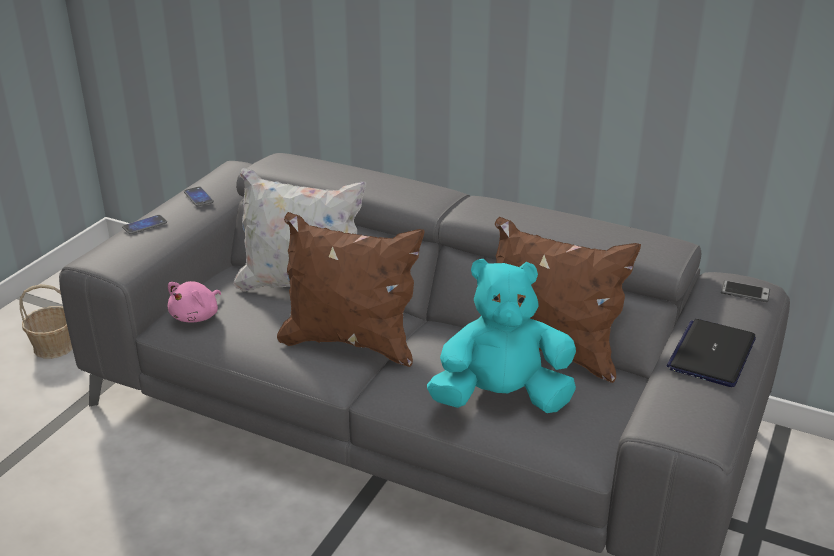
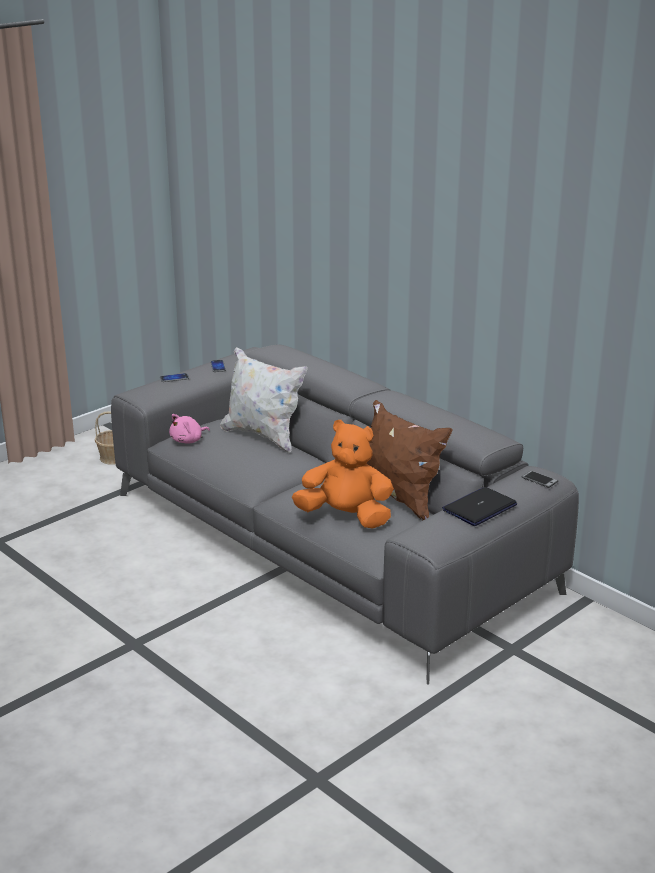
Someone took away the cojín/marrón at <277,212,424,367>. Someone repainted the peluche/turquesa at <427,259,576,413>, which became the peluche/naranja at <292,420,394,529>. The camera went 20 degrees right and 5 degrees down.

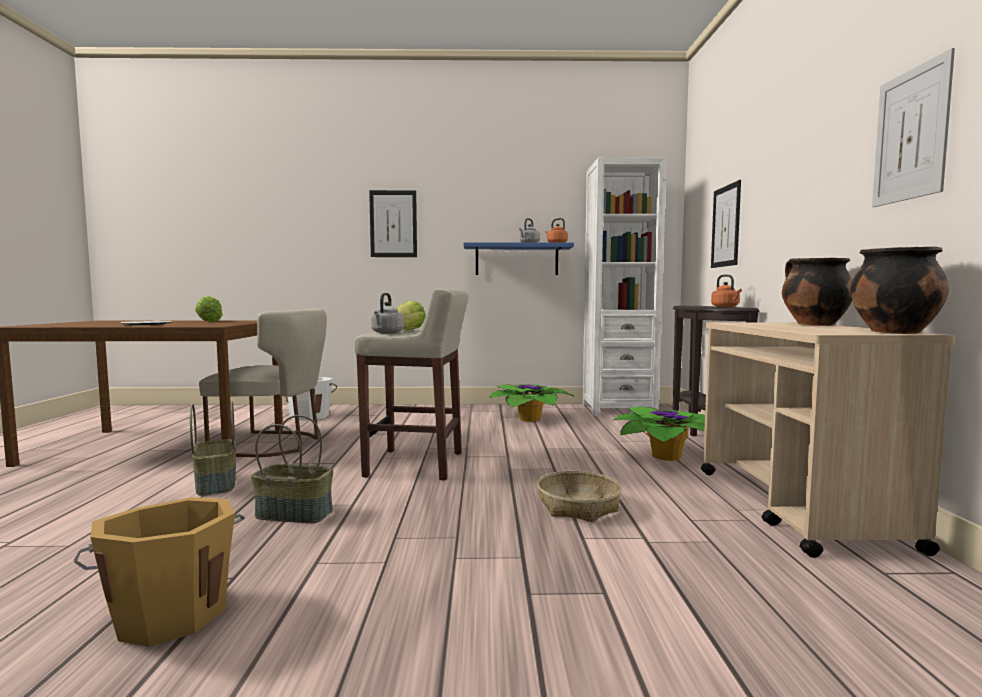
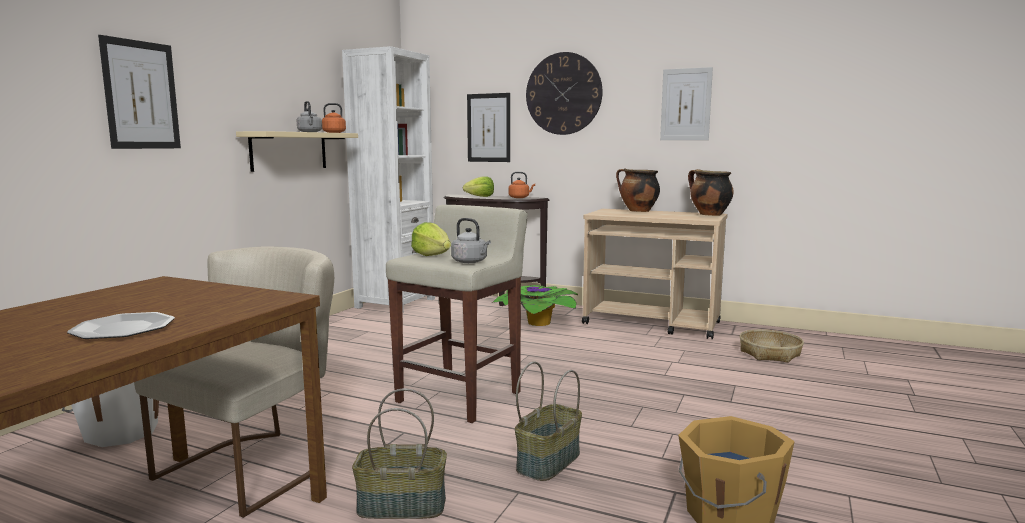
Someone carried the lechuga from <195,296,223,322> to <463,176,494,197>. Someone repainted the estante/azul at <464,242,574,275>, which became the estante/beis at <236,131,358,172>. Someone took away the planta en maceta at <490,384,575,422>. Someone carried the cesta from <537,471,622,522> to <740,329,804,363>. Someone put up the reloj de pared at <526,52,603,135>. The camera went 65 degrees left and 5 degrees up.

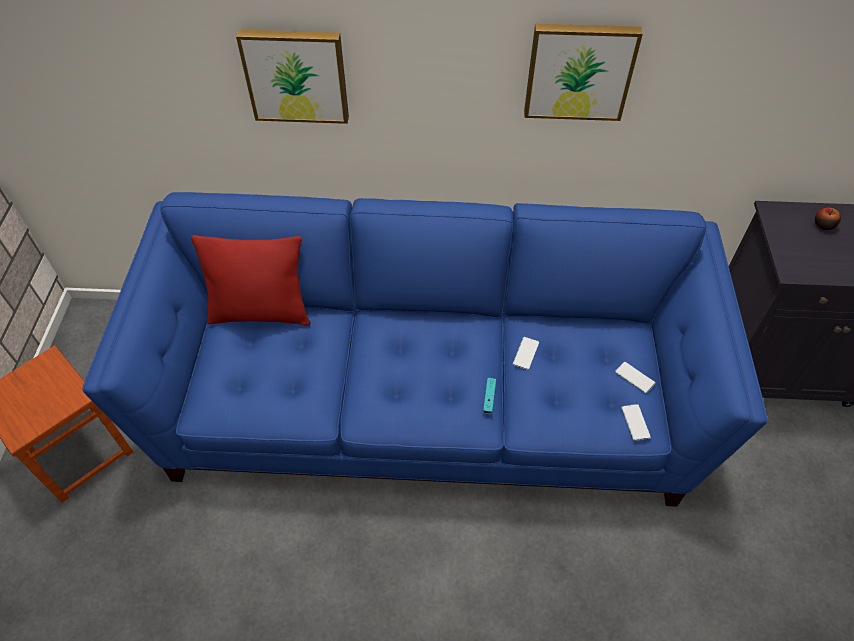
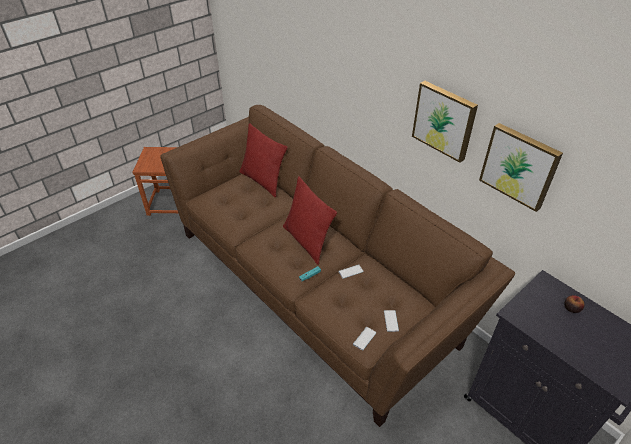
Someone repainted the sofá/azul at <82,192,768,507>, which became the sofá/marrón at <160,105,515,427>. Someone carried the cuadro from <236,30,349,124> to <479,123,563,212>. Someone put down the cojín/rojo at <283,176,337,265>. The camera went 45 degrees right and 10 degrees down.

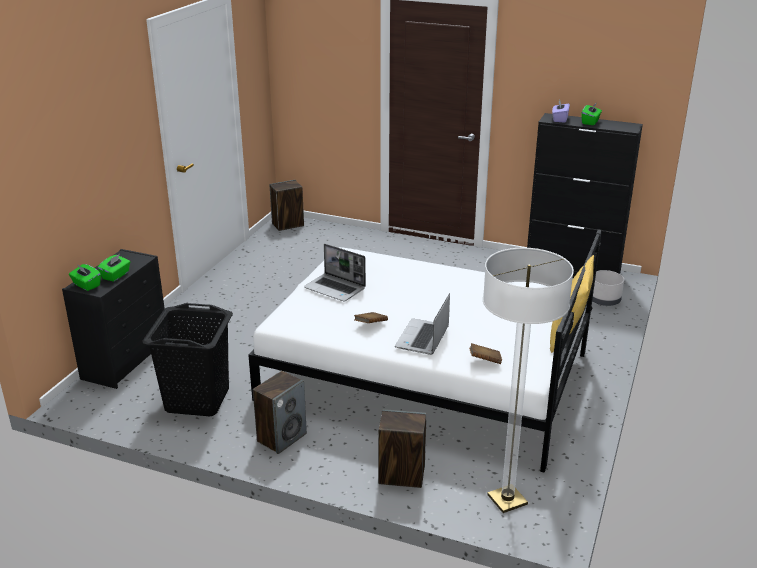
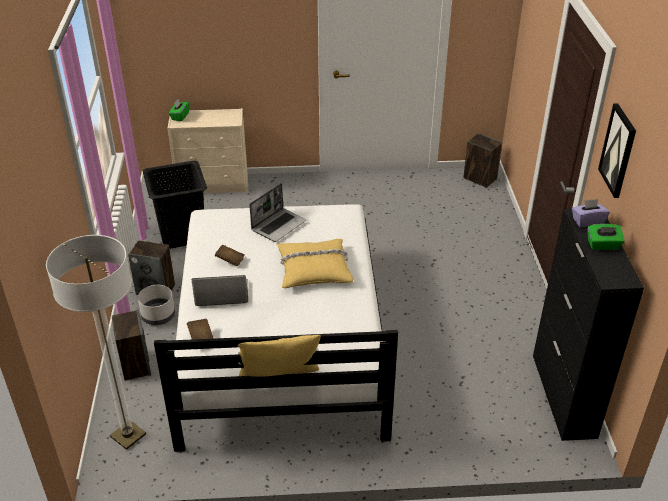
Someone repainted the cómoda/negro at <62,249,165,389>, which became the cómoda/beis at <168,108,248,194>. Someone took away the caja de pañuelos/verde at <97,254,130,282>. Someone rotated the portátil at <304,244,366,301> by 150 degrees counterclockwise. Someone carried the maceta/gris from <592,270,624,306> to <138,285,175,325>. Someone put down the cojín/amarillo at <278,239,353,288>. Someone put up the cuadro at <598,104,636,198>. The camera went 65 degrees right and 10 degrees up.

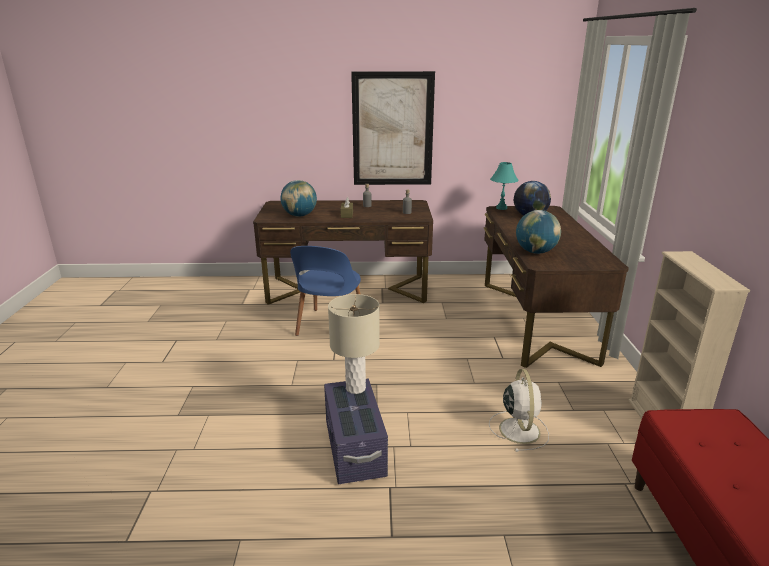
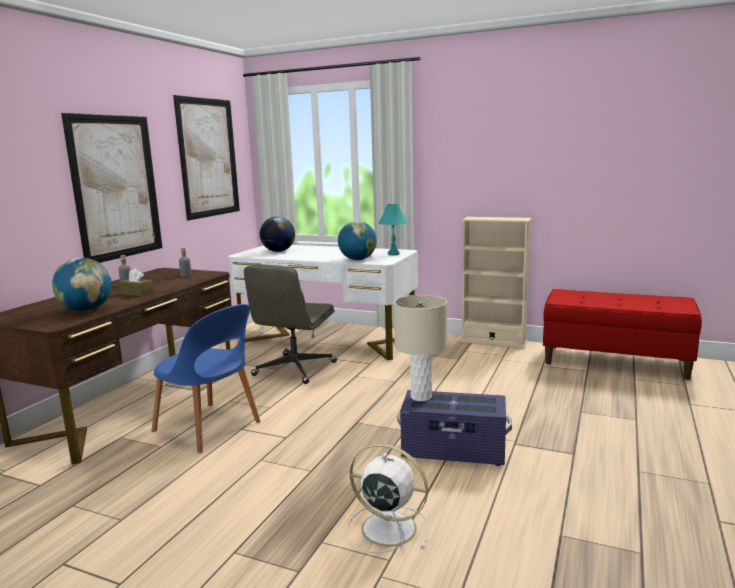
Someone repainted the escritorio/marrón at <484,206,629,368>, which became the escritorio/blanco at <228,245,418,360>. Someone carried the ventilador/blanco from <489,369,549,452> to <346,443,429,553>. Someone carried the lámpara de mesa/turquesa from <490,162,519,210> to <378,204,408,255>. Someone put up the cuadro at <173,95,240,221>. Someone put down the silla de oficina/gris at <244,264,337,384>. The camera went 65 degrees left and 10 degrees down.

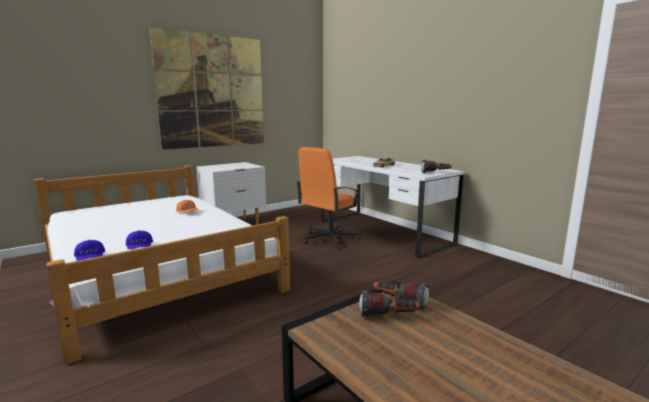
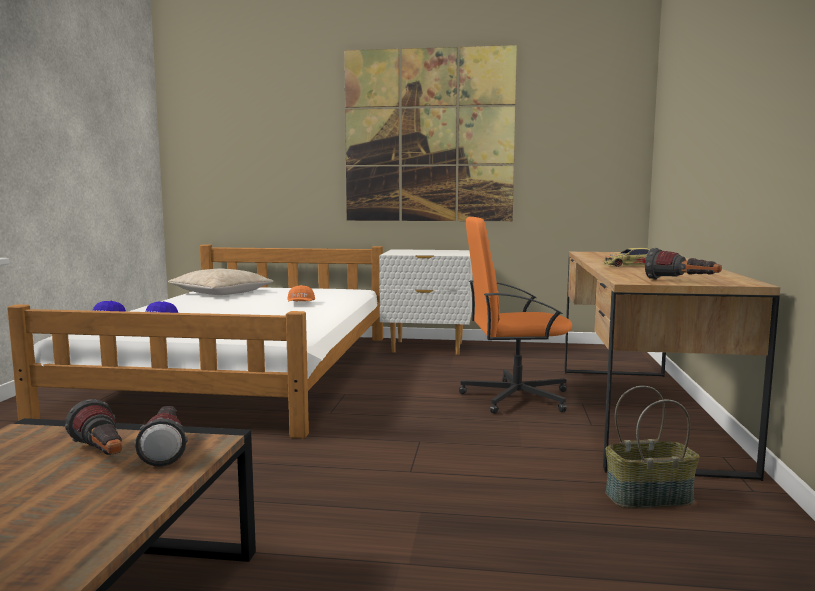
Someone repainted the escritorio/blanco at <321,156,464,259>, which became the escritorio/marrón at <564,252,780,481>. Someone put down the cojín/beis at <168,269,274,295>. Someone put down the cesta at <605,386,699,509>. The camera went 45 degrees right and 5 degrees down.

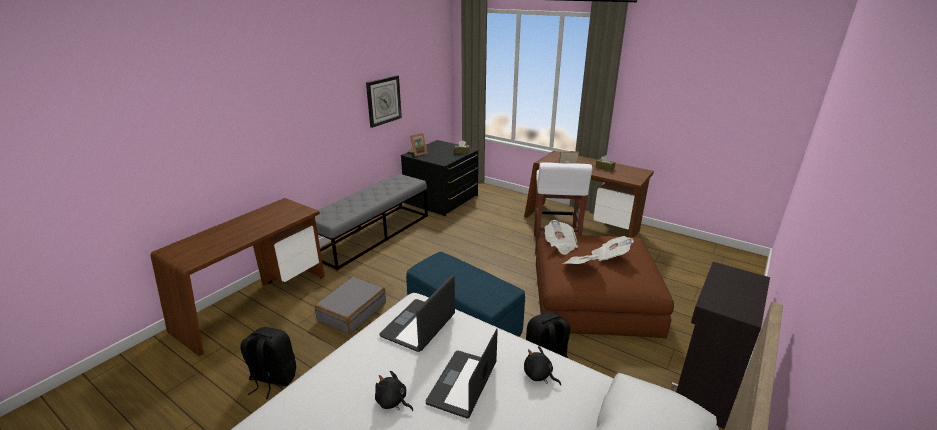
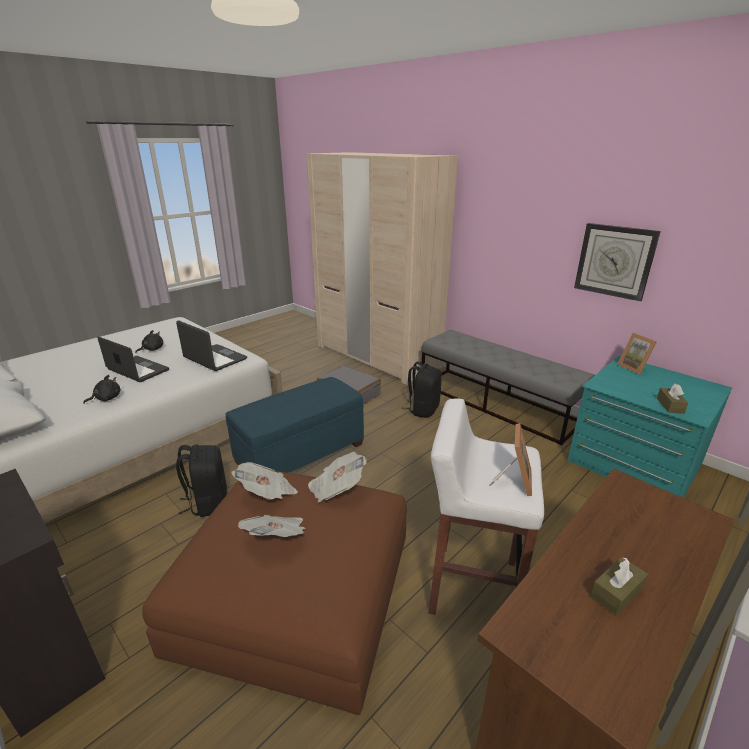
Someone swapped the escritorio/marrón at <151,198,325,357> for the armario ropero/beis at <306,152,458,385>. Someone carried the mochila/negro from <240,327,296,399> to <402,361,442,418>. Someone repainted the cómoda/negro at <400,140,480,216>, which became the cómoda/turquesa at <567,356,732,498>. The camera went 100 degrees right and 0 degrees up.

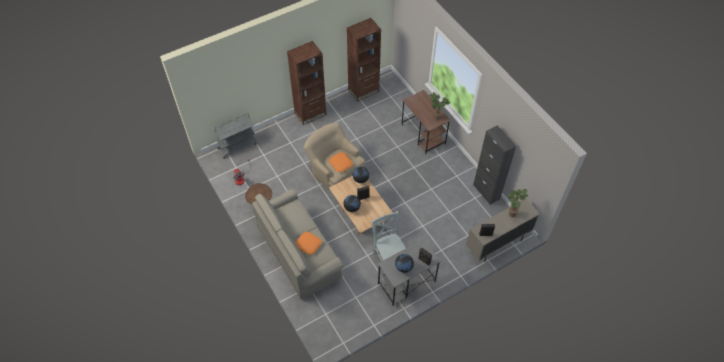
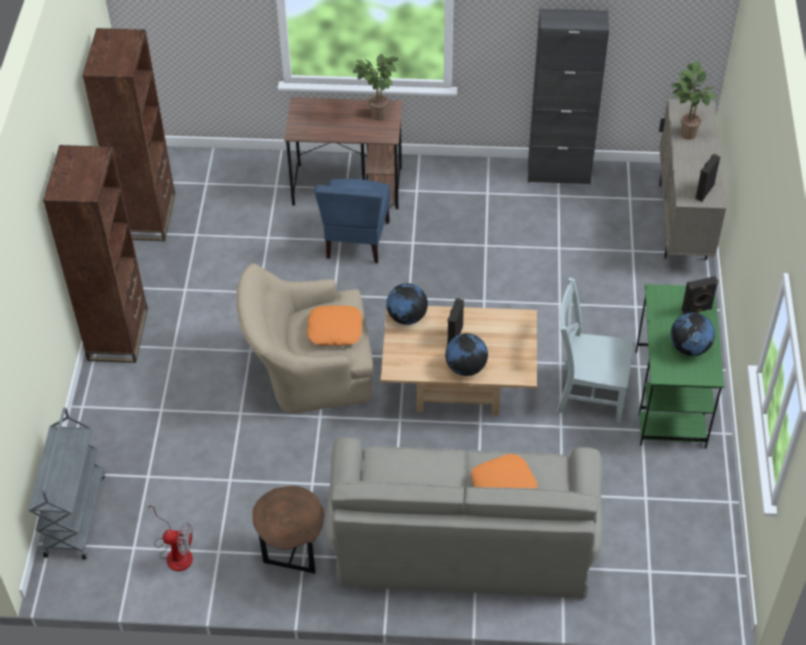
Someone repainted the escritorio/gris at <378,239,441,306>, which became the escritorio/verde at <635,284,724,448>. Someone put down the silla/azul at <315,179,390,263>. The camera went 55 degrees left and 5 degrees down.

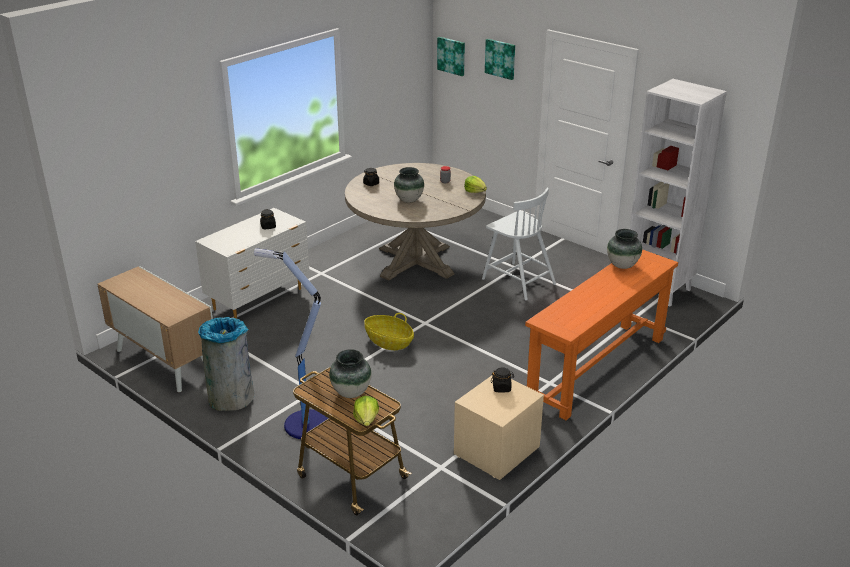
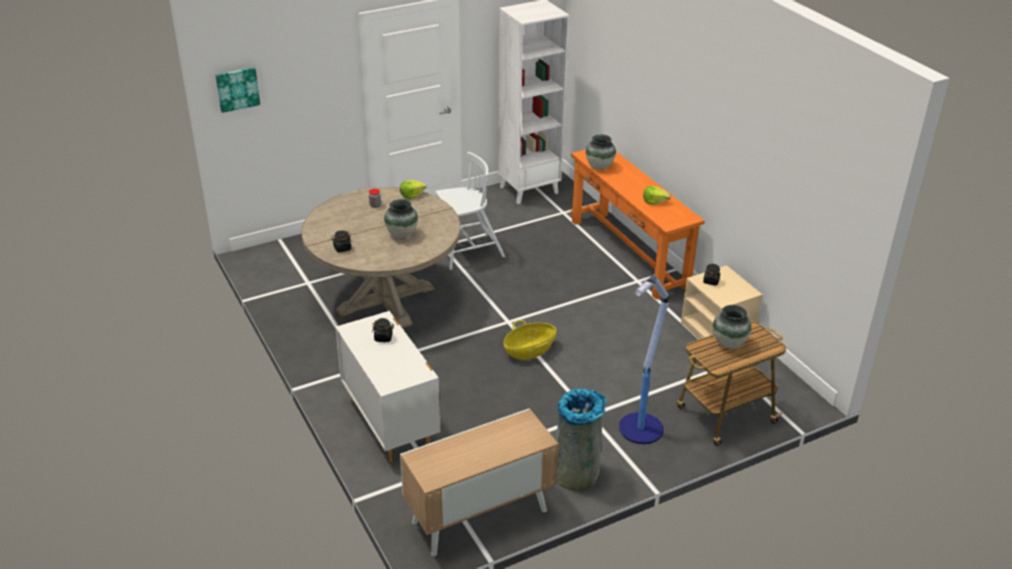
Someone carried the lechuga from <353,396,379,426> to <643,186,671,204>. Someone took away the cuadro at <485,39,515,80>. The camera went 70 degrees left and 5 degrees up.

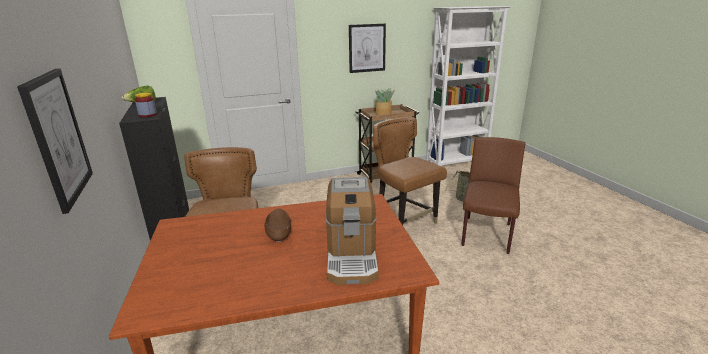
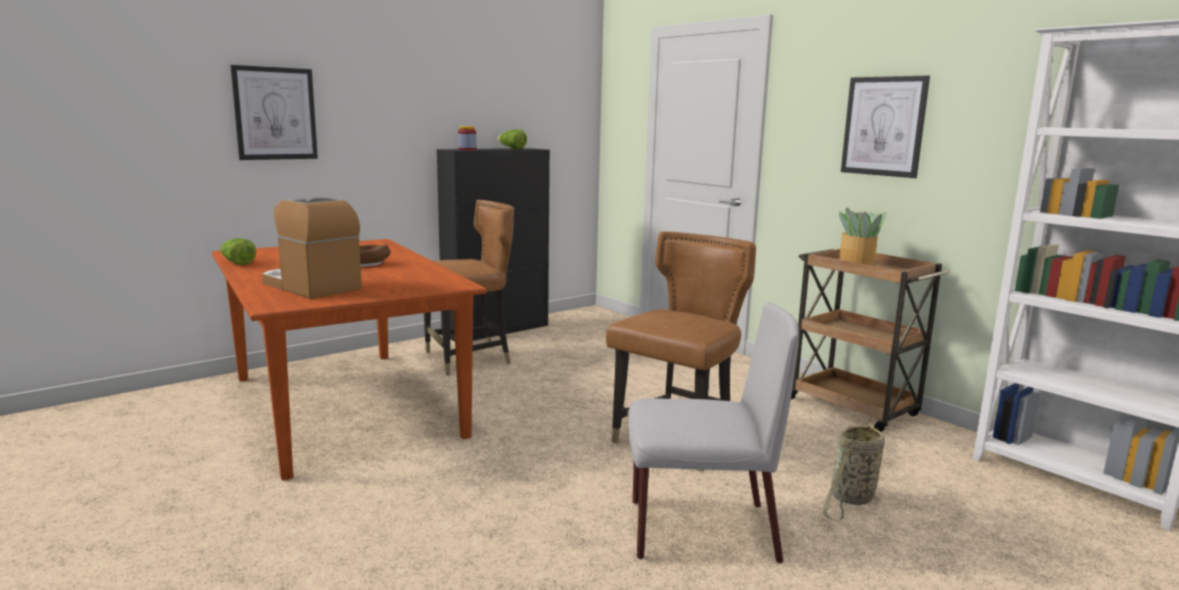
Someone rotated the cafetera at <326,177,379,285> by 60 degrees clockwise. Someone repainted the silla/marrón at <461,137,525,254>, which became the silla/gris at <628,302,799,564>. Someone put down the lechuga at <220,238,256,265>. The camera went 70 degrees right and 10 degrees down.

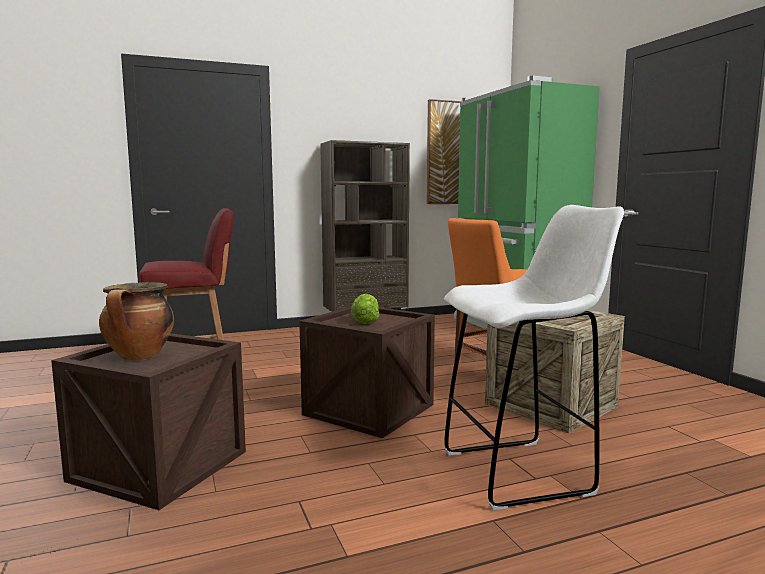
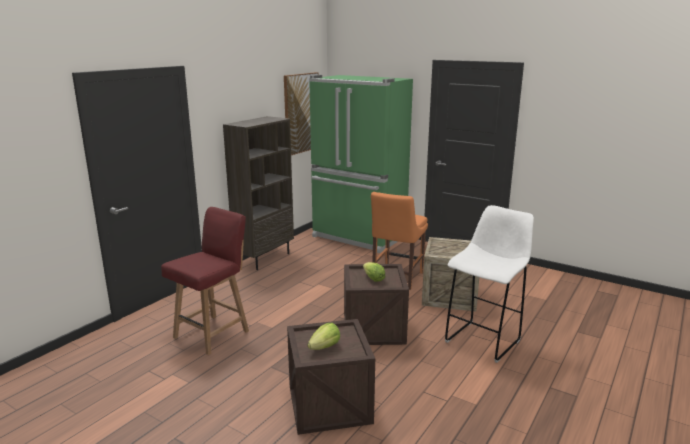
Someone swapped the olla at <99,282,174,360> for the lechuga at <308,323,340,350>. The camera went 35 degrees left and 10 degrees up.

